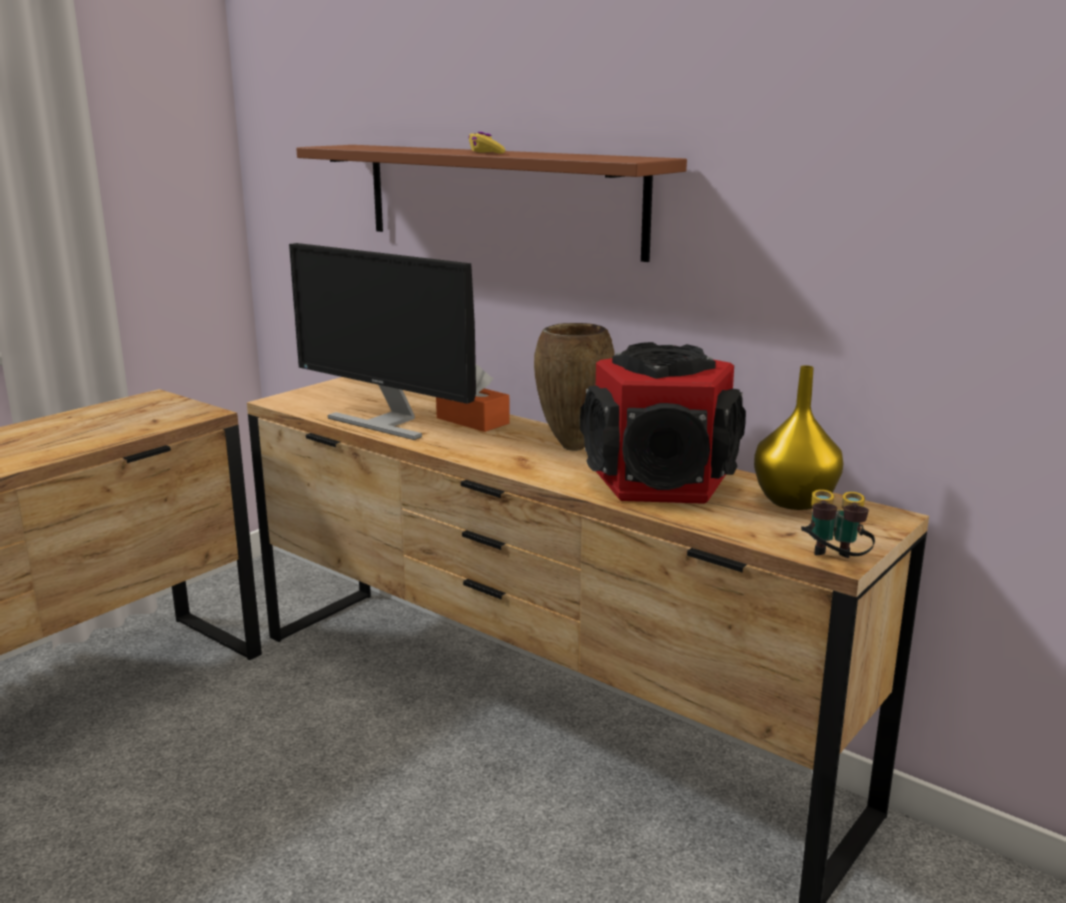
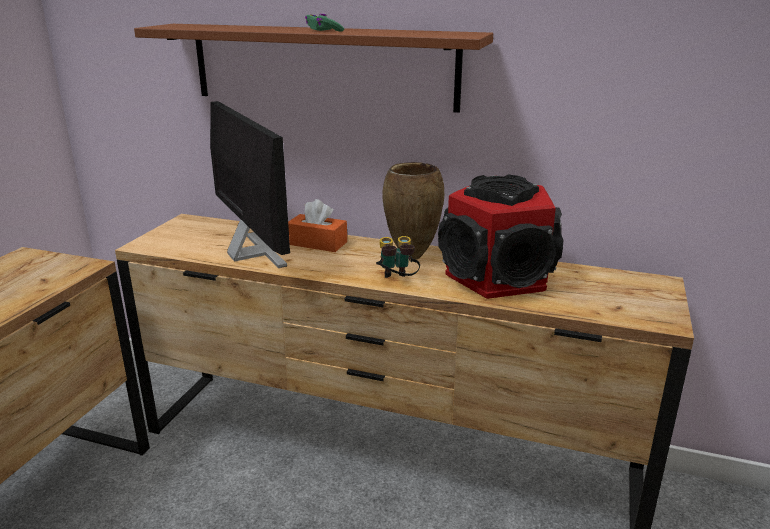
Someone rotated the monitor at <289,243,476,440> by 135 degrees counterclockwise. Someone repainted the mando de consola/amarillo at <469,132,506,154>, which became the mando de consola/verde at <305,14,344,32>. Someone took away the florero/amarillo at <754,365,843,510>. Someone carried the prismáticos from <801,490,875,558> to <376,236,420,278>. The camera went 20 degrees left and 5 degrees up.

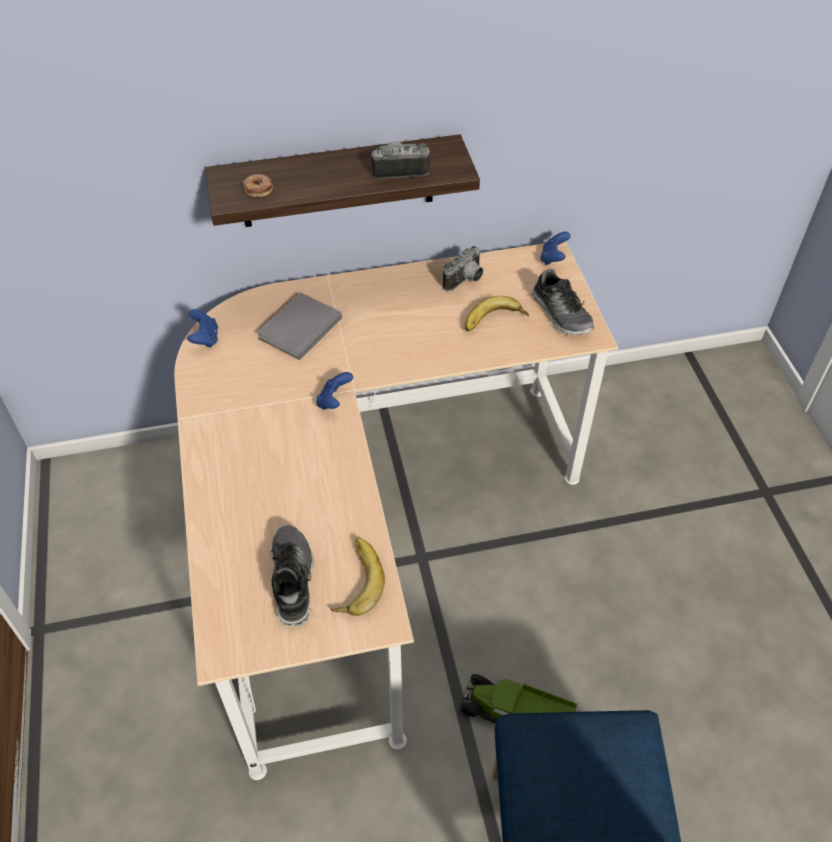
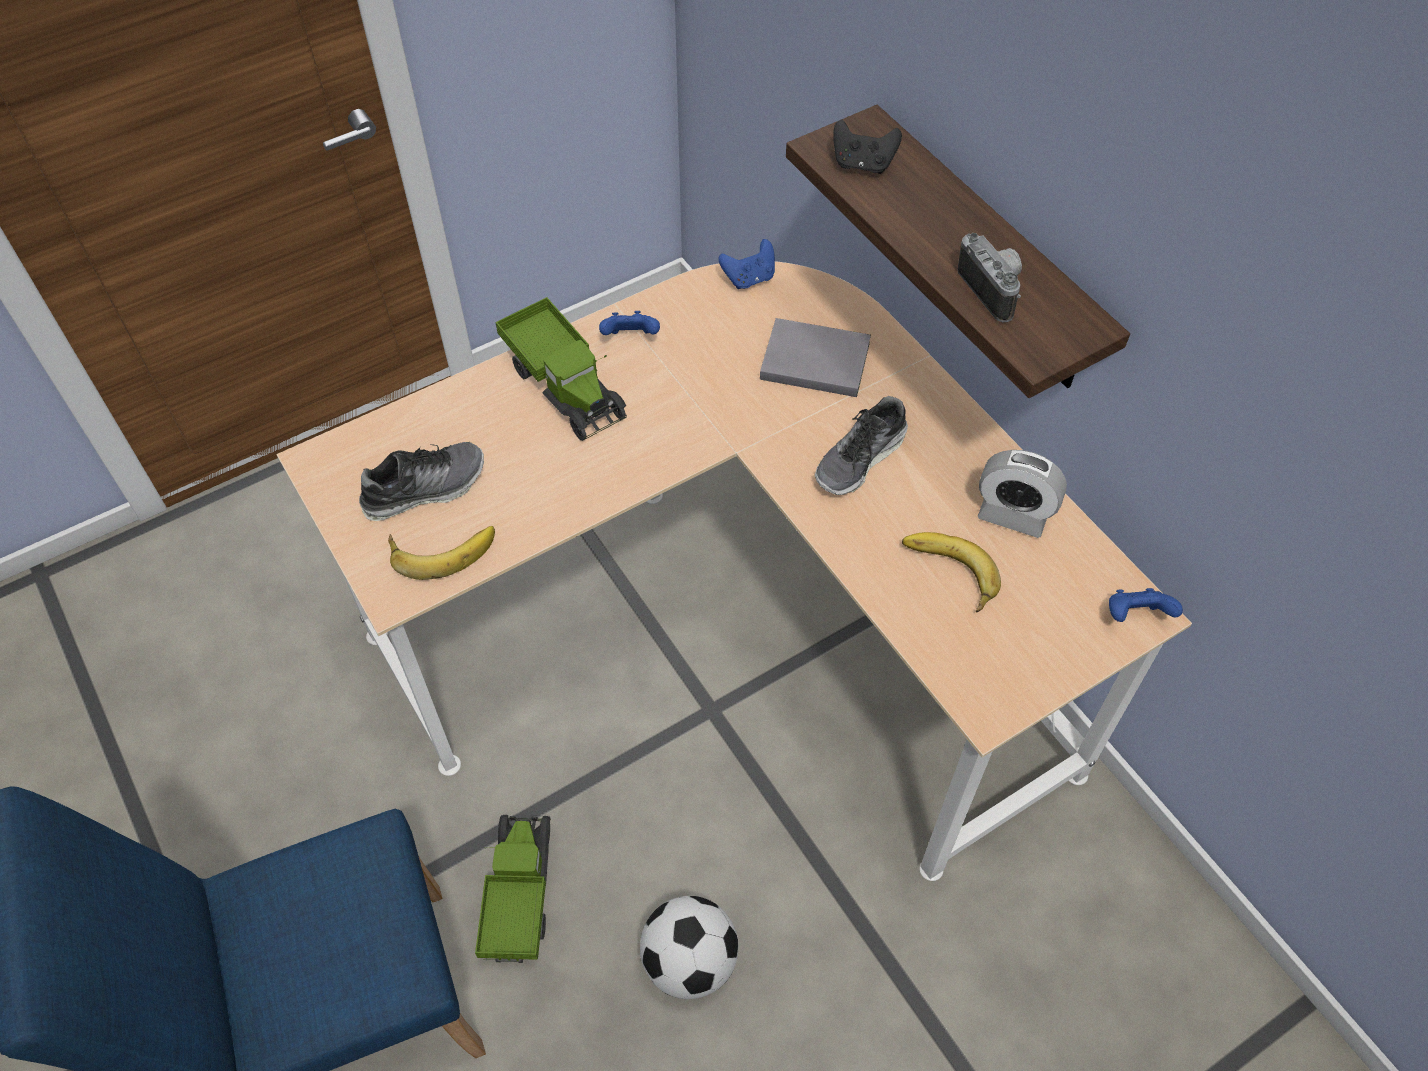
Someone swapped the rosquilla at <243,174,273,197> for the mando de consola/negro at <833,119,902,174>. Someone carried the mando de consola/azul from <317,372,353,410> to <599,311,660,335>. Someone swapped the cámara at <443,246,483,291> for the despertador at <977,450,1067,538>. Someone carried the zapato from <531,269,594,335> to <815,396,908,495>. Someone put down the camión de juguete at <495,297,627,441>. Someone put down the balón de fútbol at <640,896,738,999>. The camera went 70 degrees right and 5 degrees up.

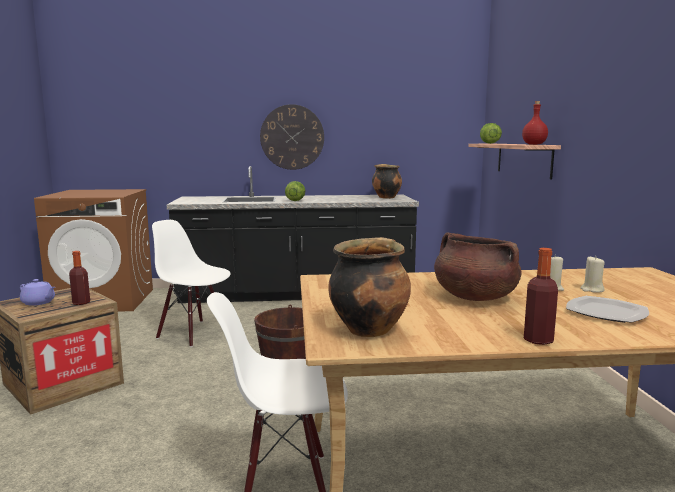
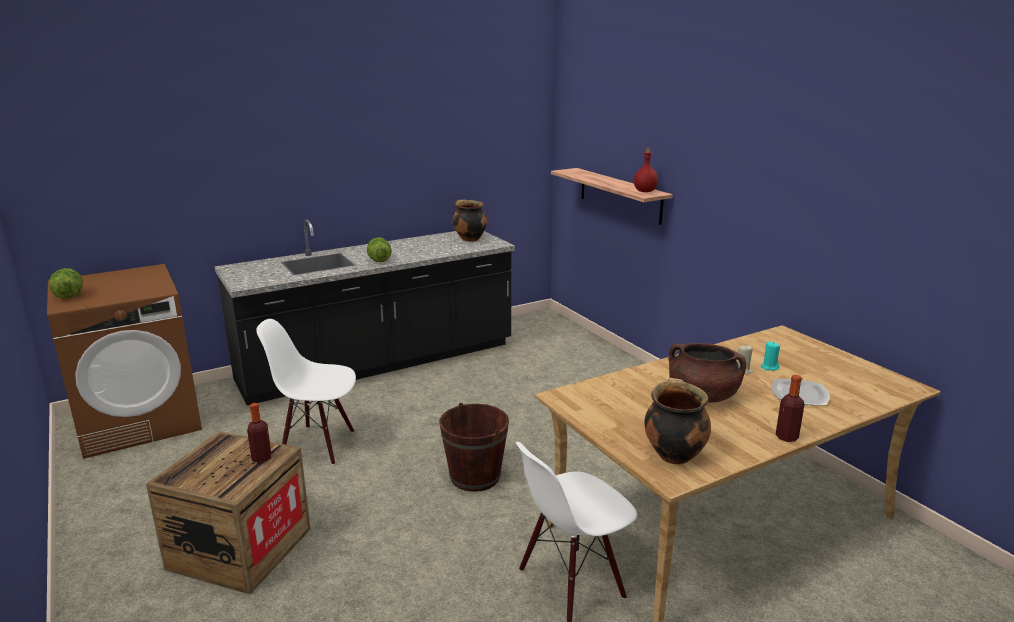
Someone took away the tetera/morado at <20,279,55,306>. Someone took away the reloj de pared at <260,104,324,170>. Someone carried the lechuga from <480,123,502,144> to <49,268,83,299>. Someone repainted the vela/beis at <581,256,605,293>, which became the vela/turquesa at <761,342,780,371>. The camera went 25 degrees left and 10 degrees up.

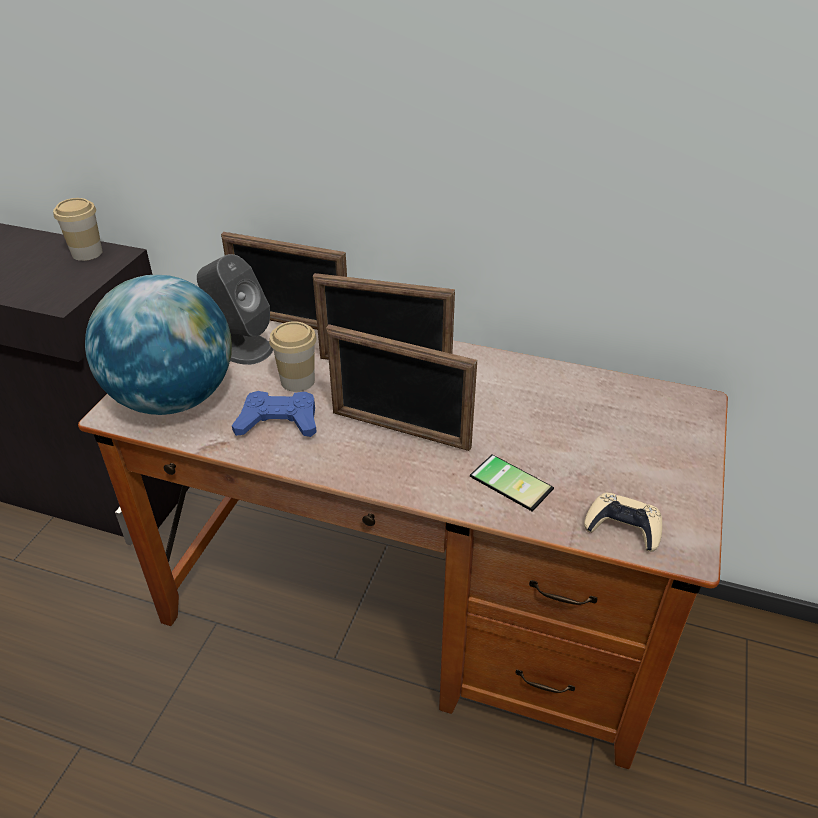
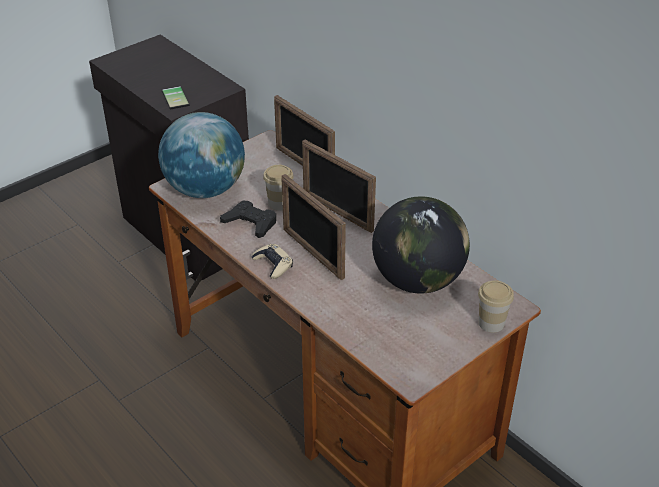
Someone carried the taza from <53,198,102,261> to <478,280,514,333>. Someone took away the altavoz/gris at <197,254,273,365>. Someone repainted the mando de consola/azul at <232,391,317,437>, which became the mando de consola/negro at <220,201,276,238>. Someone carried the móvil from <470,454,554,512> to <161,86,190,109>. Someone carried the mando de consola/beis from <584,493,662,552> to <252,244,293,279>. Someone put down the globo terráqueo at <372,196,470,294>. The camera went 30 degrees right and 0 degrees up.

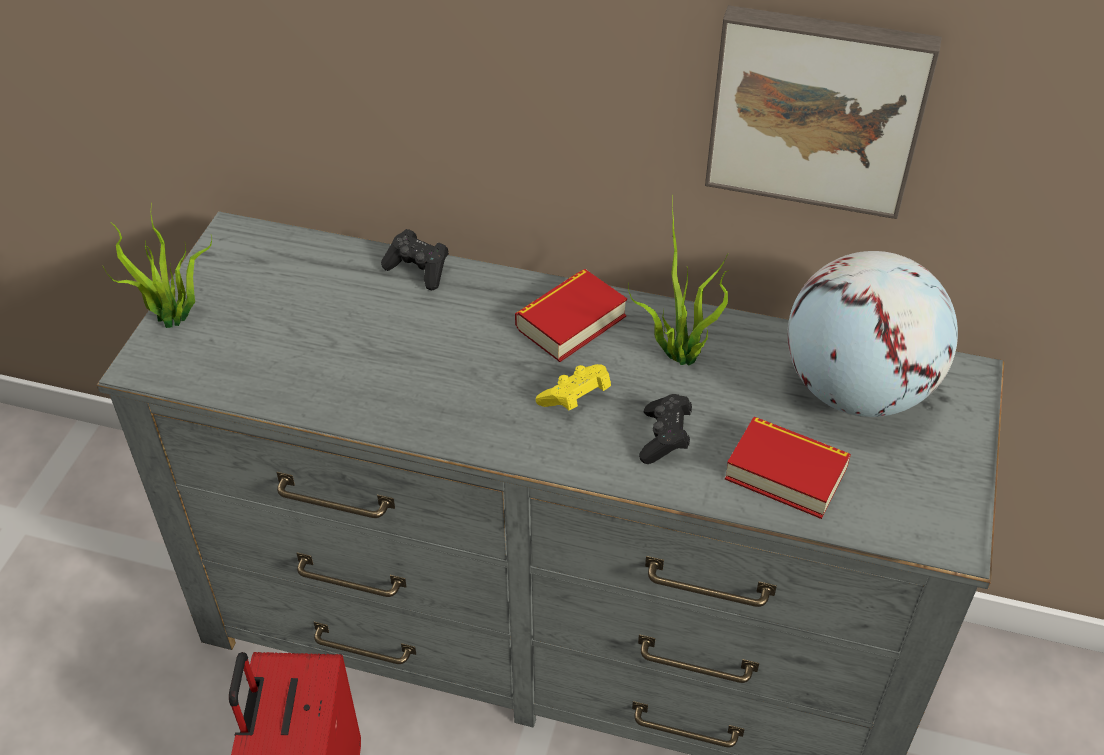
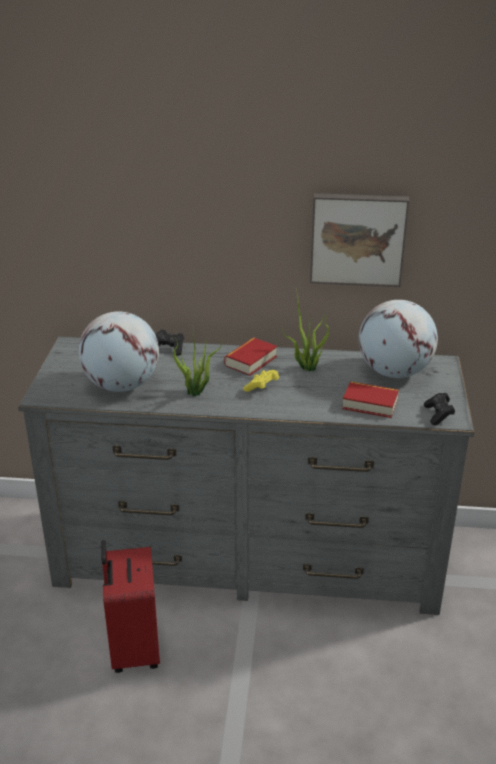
Someone carried the planta en maceta from <103,203,212,328> to <173,337,223,397>. Someone carried the mando de consola/negro from <639,394,692,464> to <424,393,455,425>. Someone put down the globo terráqueo at <78,311,159,392>. The camera went 10 degrees left and 15 degrees down.

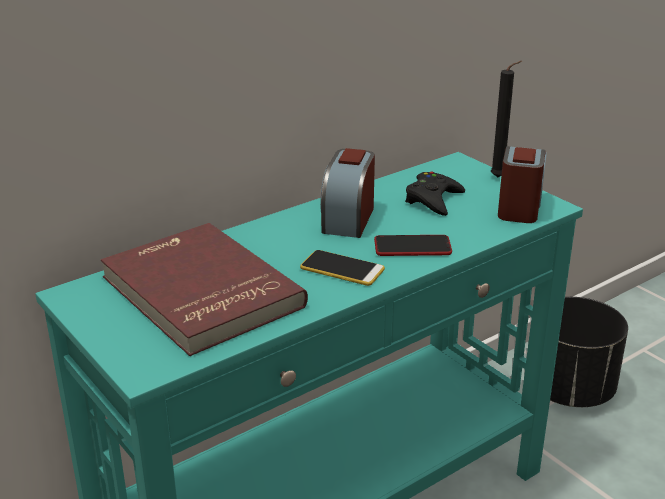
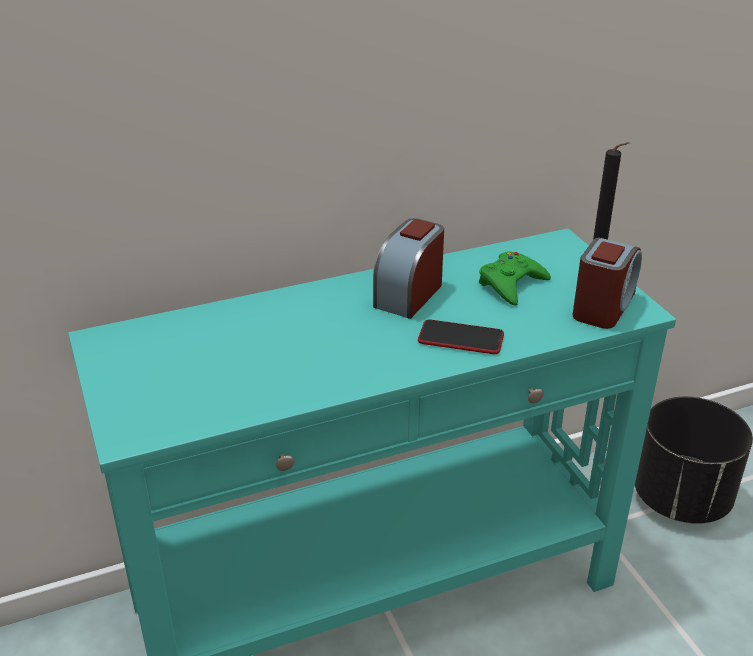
Someone took away the libro/rojo at <101,223,308,356>. Someone took away the móvil at <300,250,385,286>. Someone repainted the mando de consola/negro at <405,171,465,216>, which became the mando de consola/verde at <479,251,551,306>. The camera went 15 degrees right and 5 degrees up.

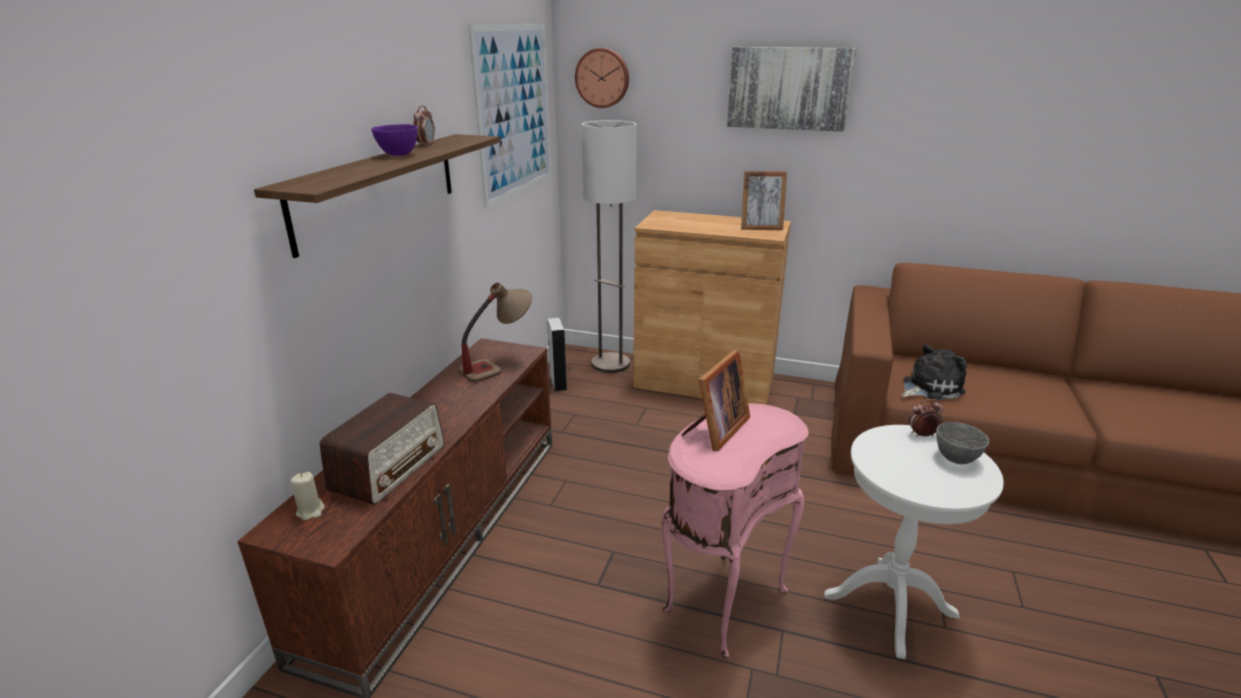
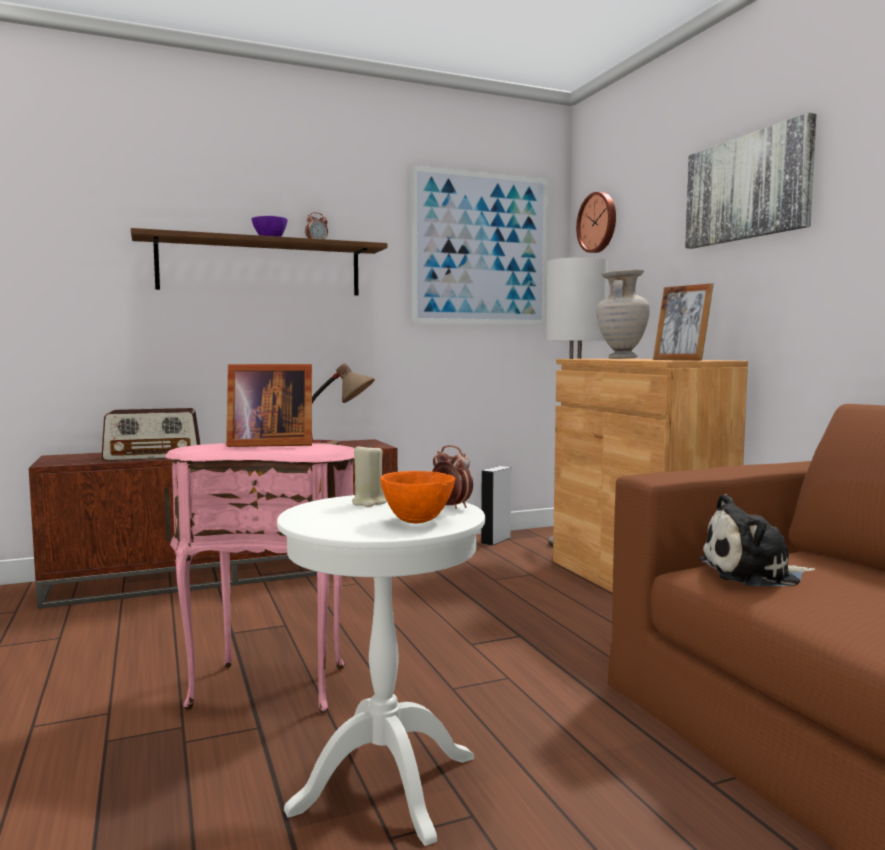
Someone carried the vela/beis from <290,472,325,520> to <352,443,387,507>. Someone rotated the peluche at <902,344,967,400> by 150 degrees clockwise. Someone repainted the cuenco/gris at <936,422,989,464>, which became the cuenco/naranja at <380,471,455,523>. Someone put down the florero/beis at <597,270,650,359>. The camera went 50 degrees right and 20 degrees down.

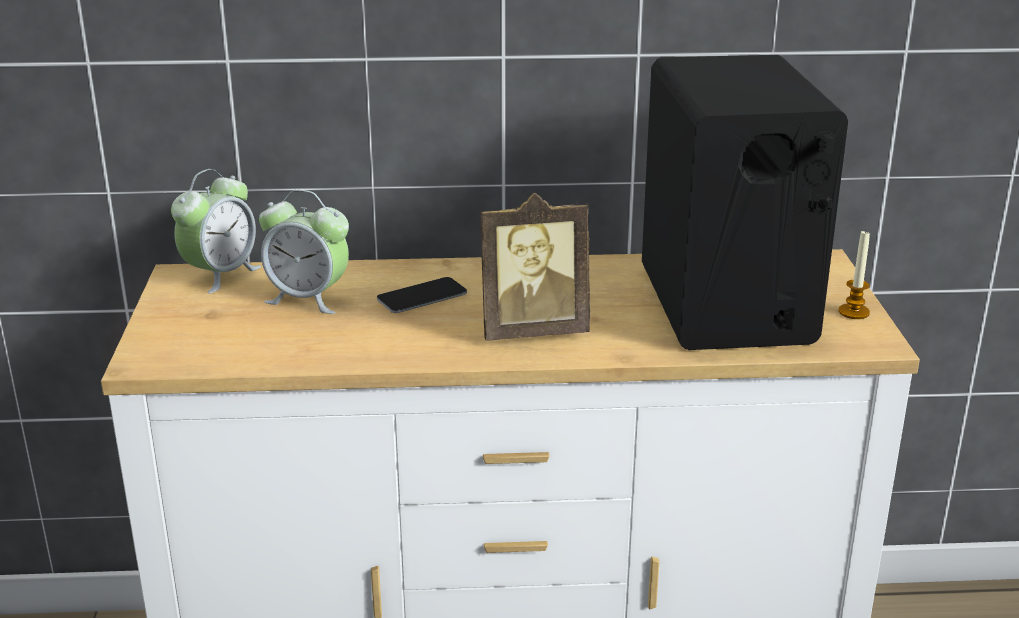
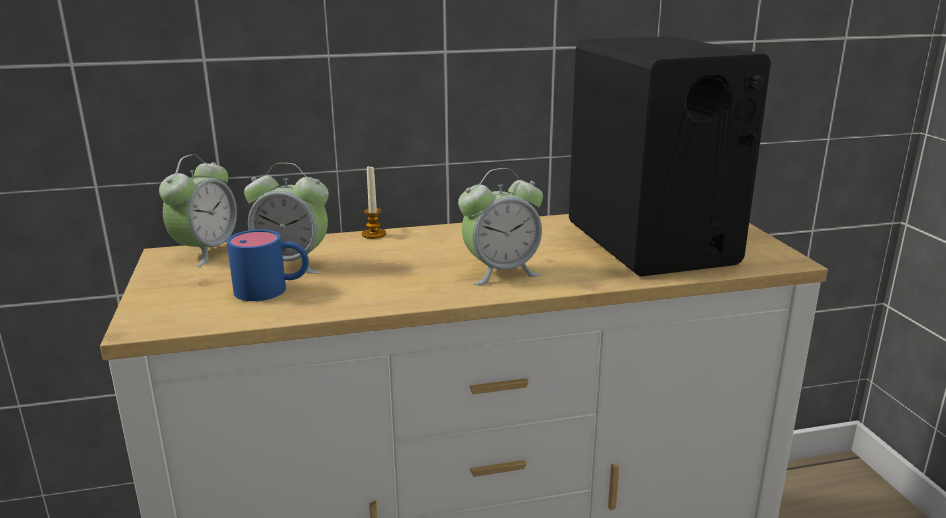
Someone took away the móvil at <377,277,467,313>. Someone swapped the portarretratos at <480,193,590,341> for the despertador at <458,168,543,285>. Someone carried the vela from <839,230,870,319> to <362,166,386,239>. Someone put down the taza grande/azul at <227,229,309,301>. The camera went 10 degrees left and 5 degrees down.

